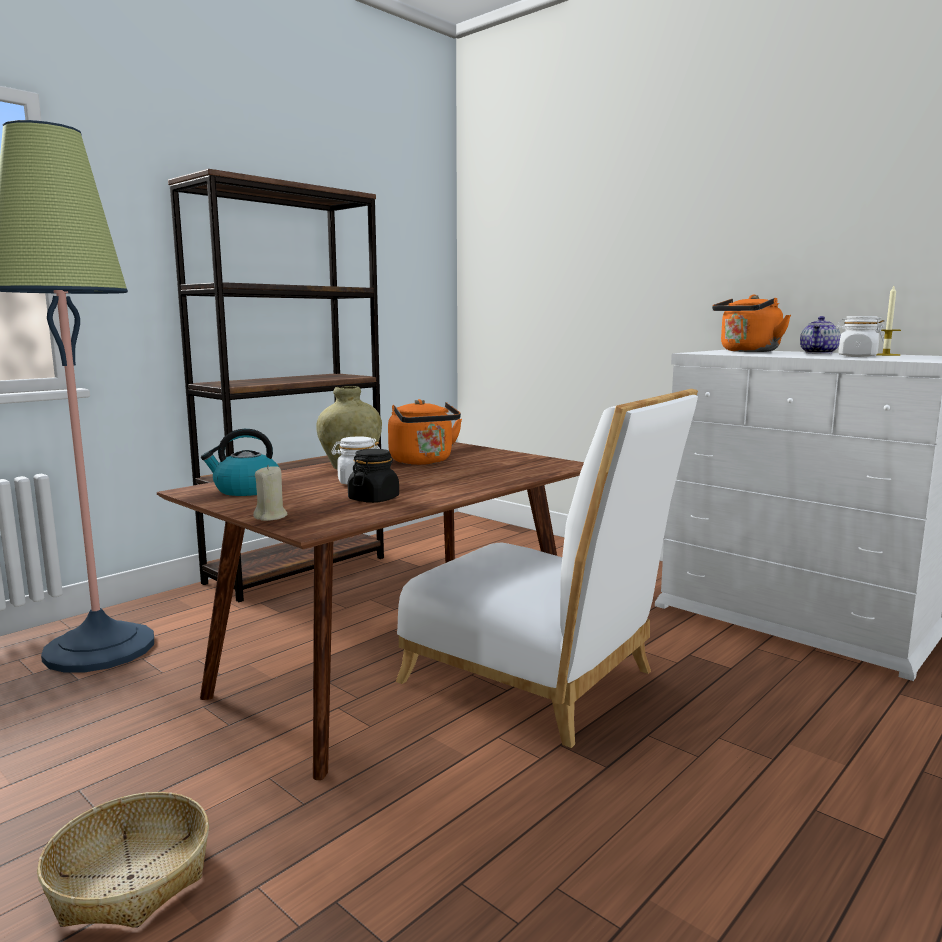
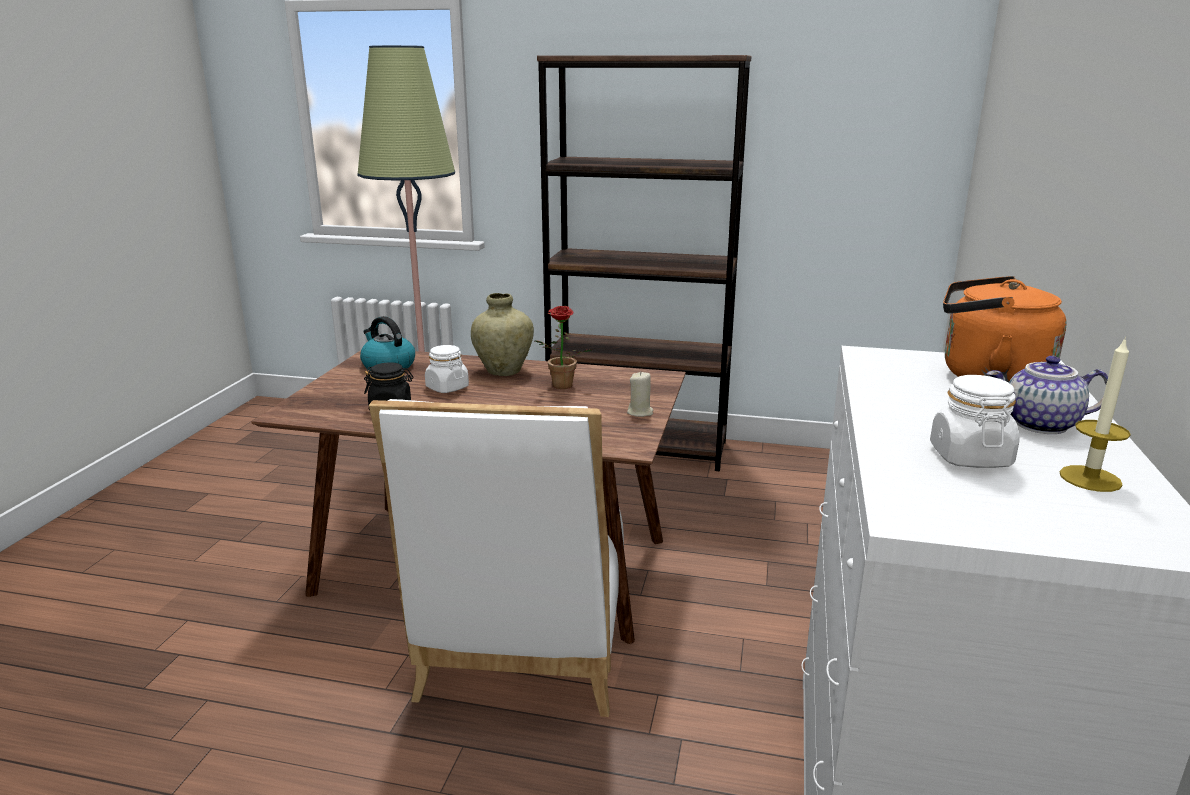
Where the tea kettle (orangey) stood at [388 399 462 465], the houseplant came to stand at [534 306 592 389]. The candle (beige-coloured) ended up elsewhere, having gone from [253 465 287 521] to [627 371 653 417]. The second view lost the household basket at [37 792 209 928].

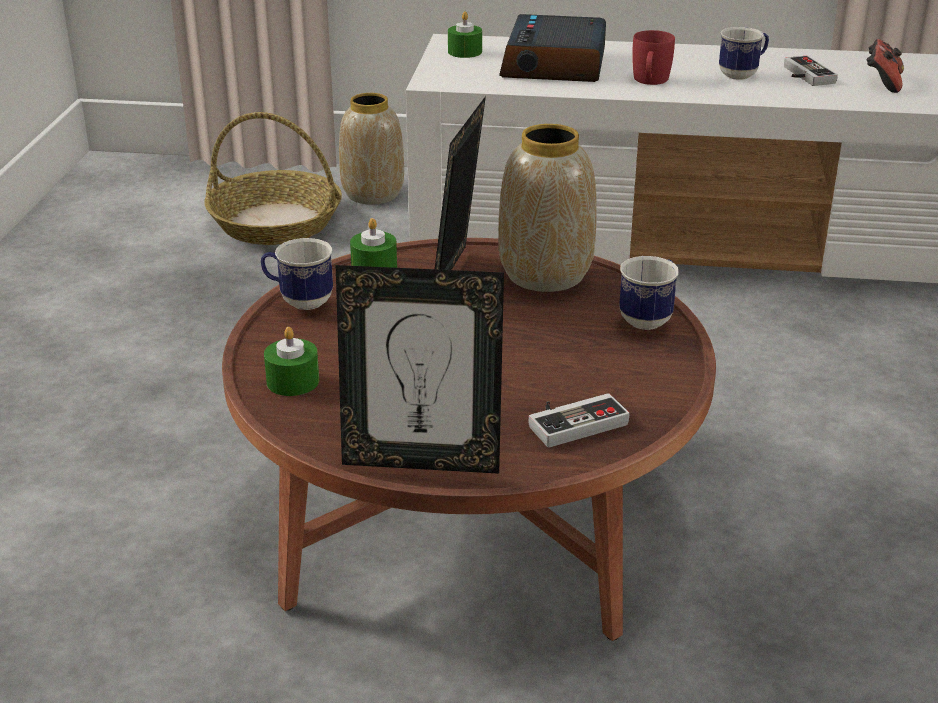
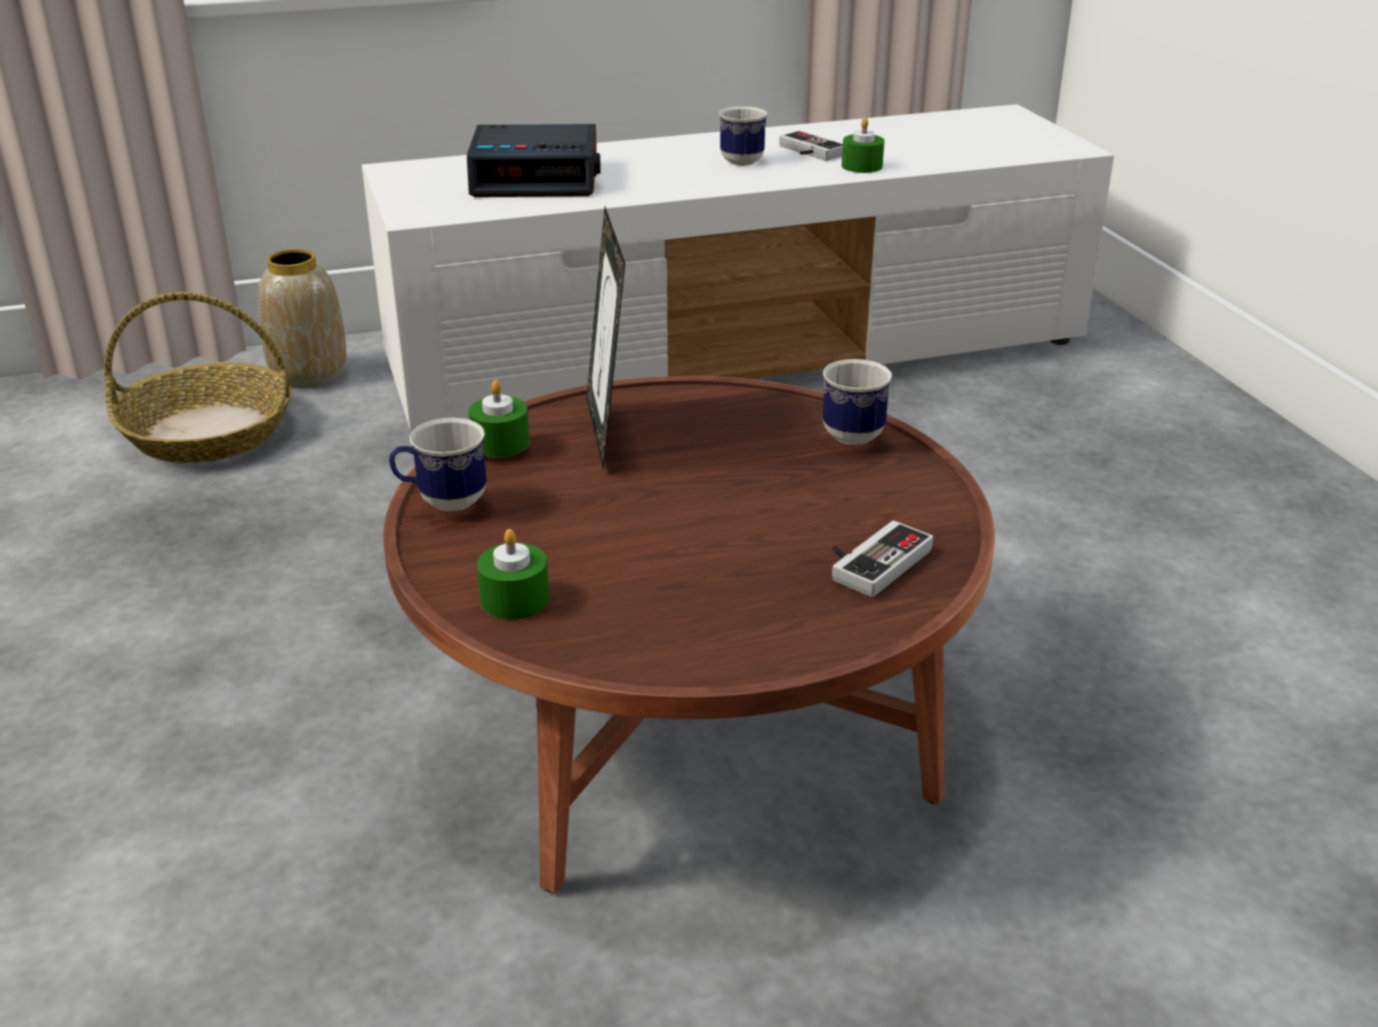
The alarm clock at [499 14 606 82] ended up facing another way, 75 degrees counterclockwise from before. The candle (green) ended up elsewhere, having gone from [448 11 482 58] to [842 117 884 173]. The second view lost the photo frame at [336 265 504 474]. The second view lost the flower vase at [498 124 597 292]. The second view lost the tea mug (red) at [632 30 675 85]. The second view lost the gamepad at [866 39 904 93].

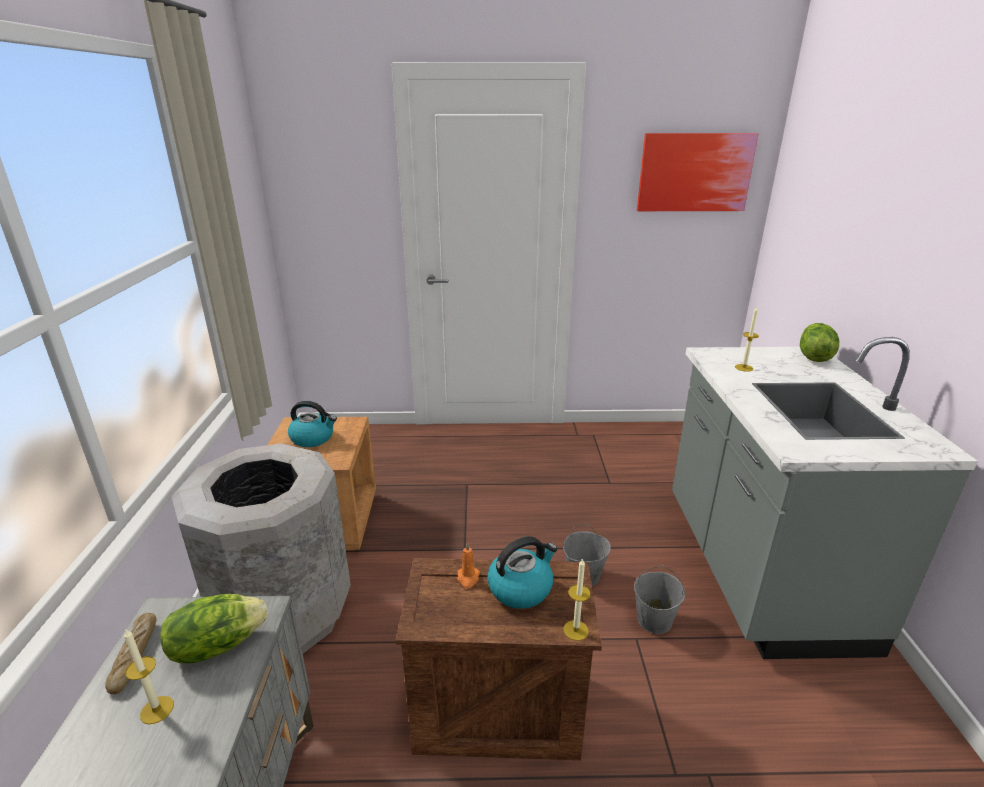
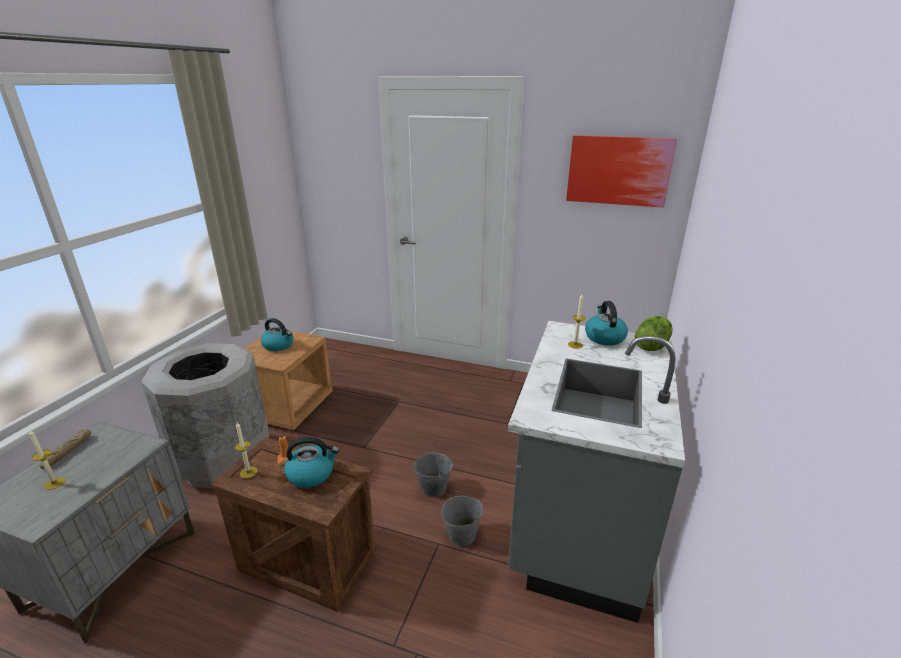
The candle ended up elsewhere, having gone from [564 558 591 641] to [235 422 258 478]. The second view gained the tea kettle at [585 301 628 346]. The second view lost the head of lettuce at [160 594 268 663].

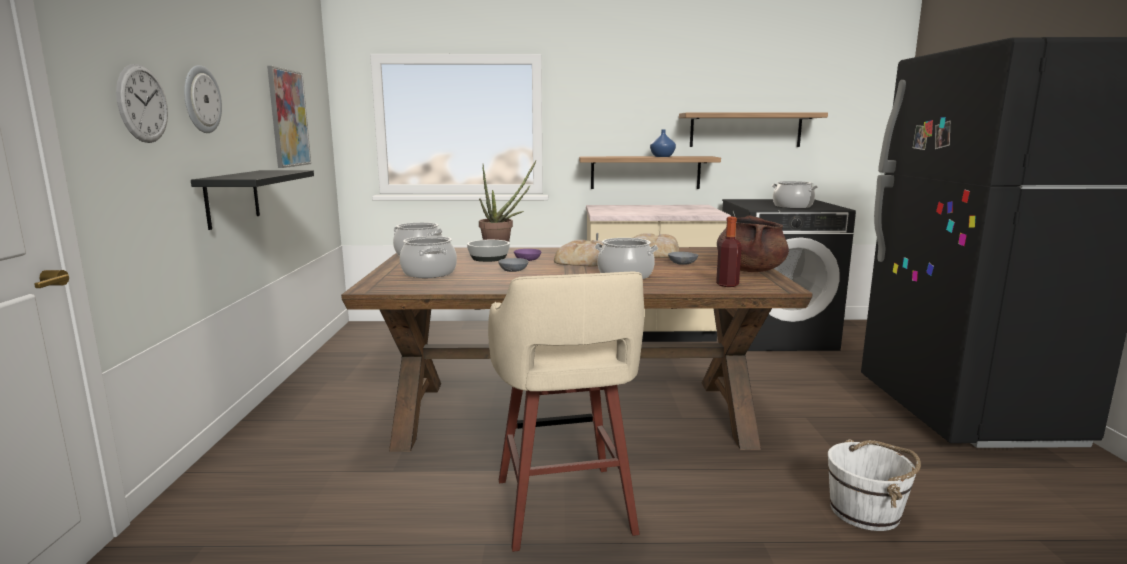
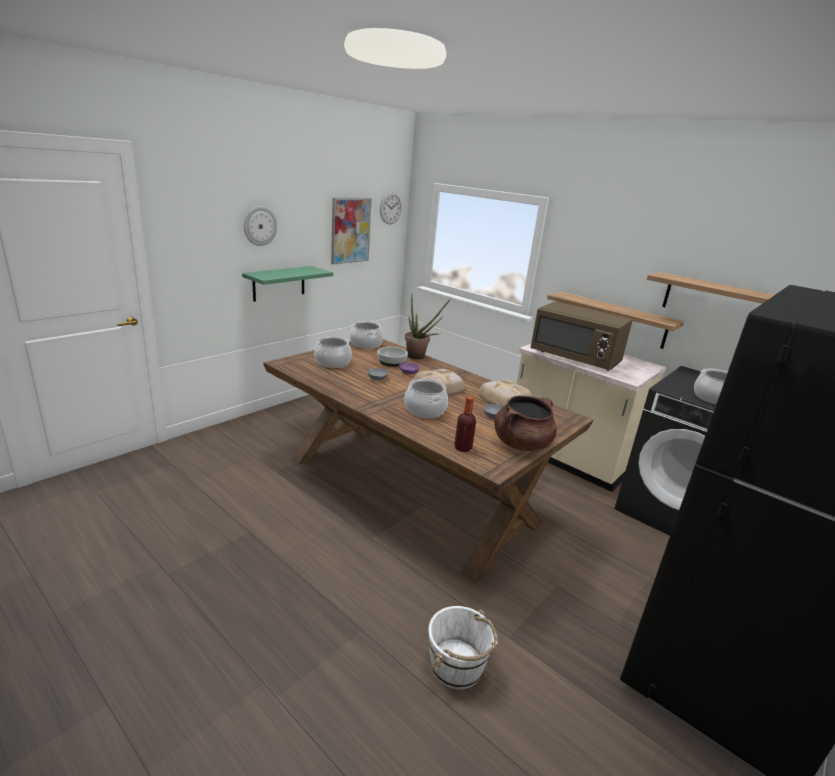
What was the shelf (black) at [191 170 314 230] turned into the shelf (green) at [242 266 333 301]. The clock on the wall ended up elsewhere, having gone from [116 64 168 143] to [380 192 402 224]. The second view gained the microwave (brown) at [530 301 633 371]. The second view lost the stool seat (beige-coloured) at [488 272 645 552]. The second view lost the flower vase (bluish) at [650 129 676 157].

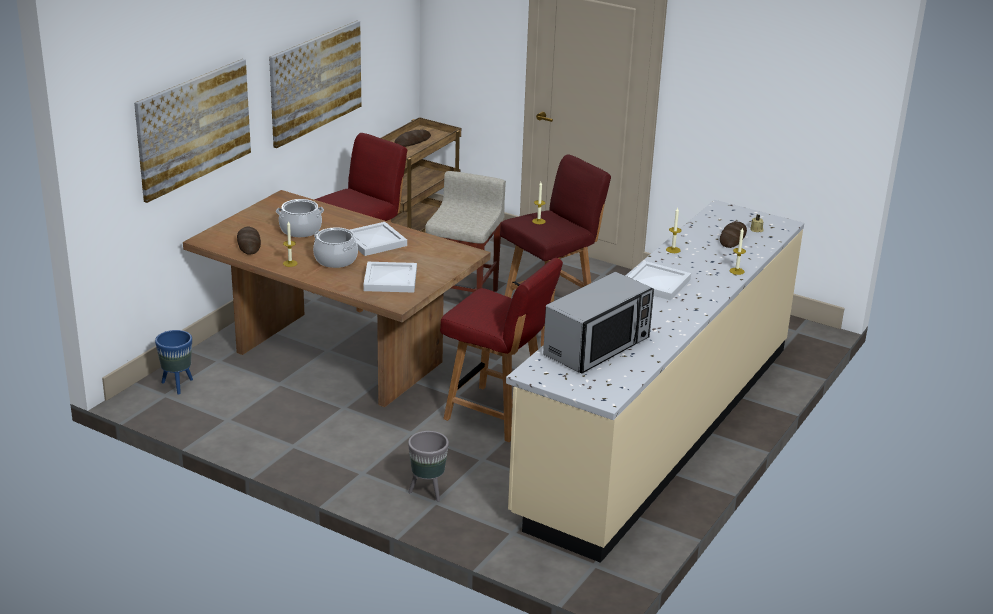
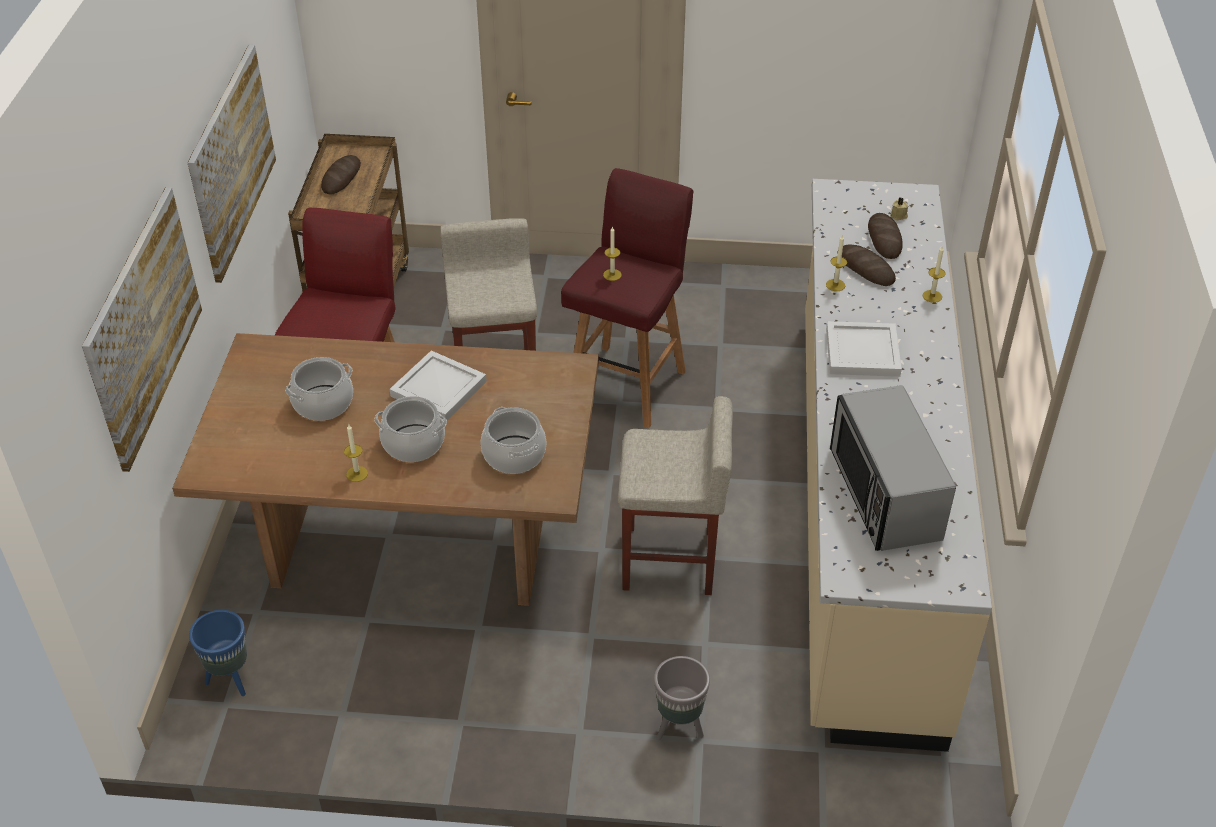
Where the tray (white-coloured) stood at [363 262 417 293], the saucepot came to stand at [480 407 546 474]. Where the plain chair (red) stood at [440 258 563 442], the stool seat (beige-coloured) came to stand at [618 396 733 595]. The microwave at [543 272 654 373] ended up facing another way, 150 degrees clockwise from before. The baked bread ended up elsewhere, having gone from [237 226 261 255] to [837 244 896 286].

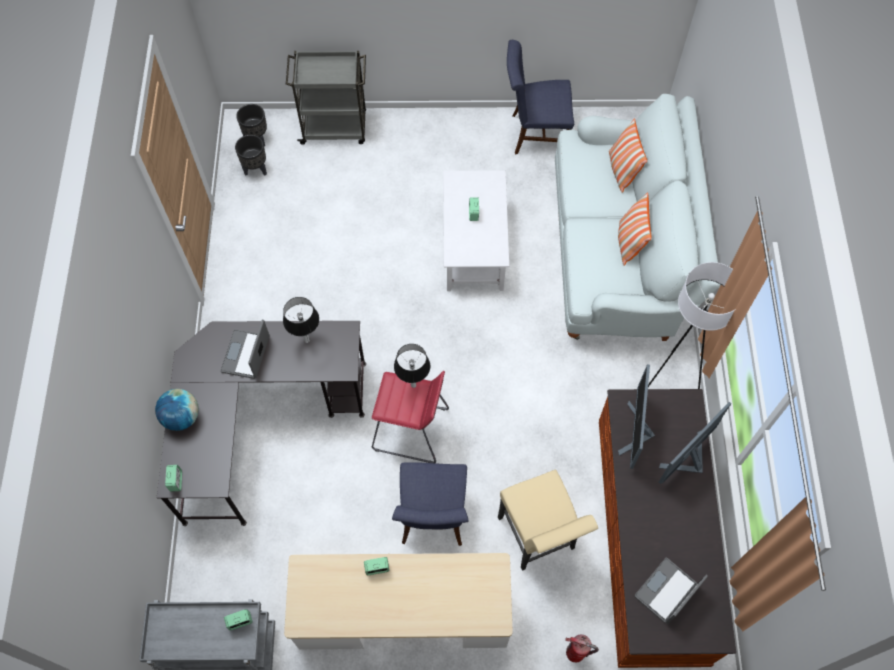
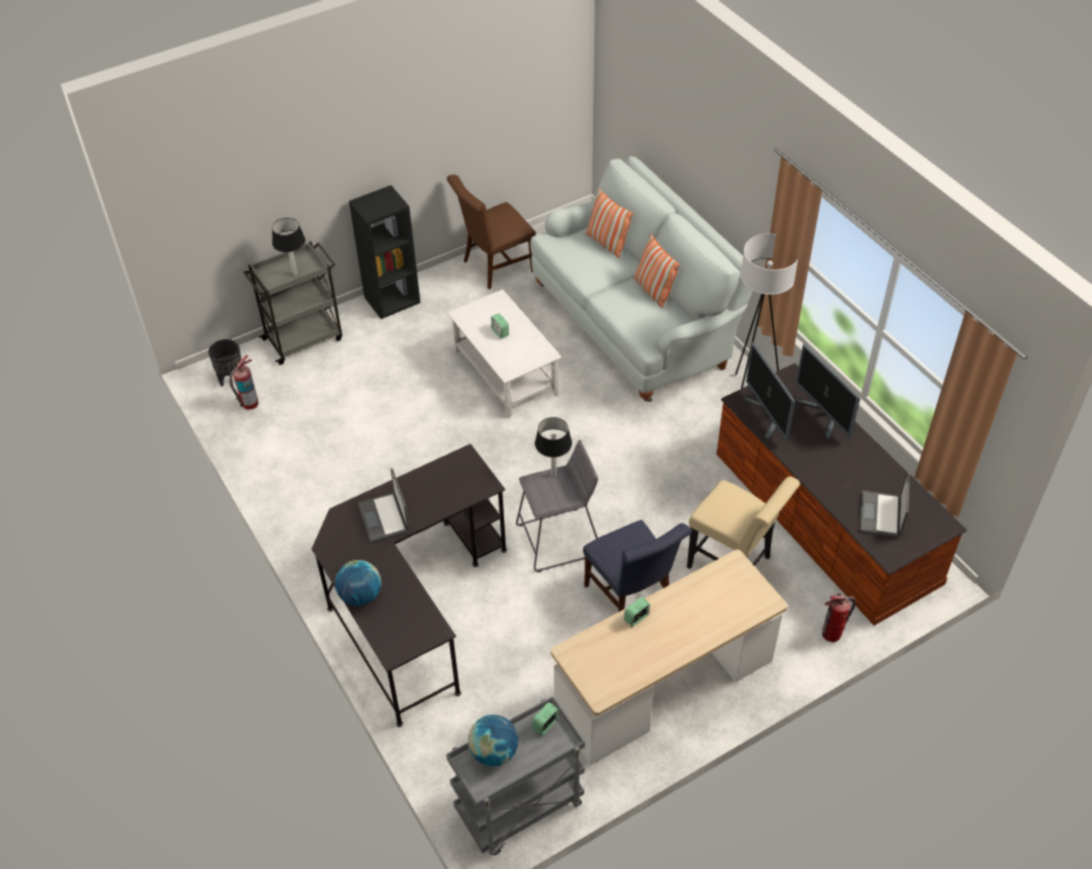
Where the flower pot (black) stood at [235 135 267 176], the fire extinguisher came to stand at [229 355 258 410]. The tabletop lamp ended up elsewhere, having gone from [283 297 319 343] to [272 218 305 276]. The second view gained the bookshelf (black) at [349 185 421 319]. What was the plain chair (bluish) at [507 40 574 155] turned into the plain chair (brown) at [447 175 536 289]. The second view gained the globe at [468 715 518 766]. What was the stool seat (red) at [372 371 449 463] turned into the stool seat (gray) at [516 440 598 572]. The computer display at [659 402 731 484] ended up facing another way, 45 degrees counterclockwise from before. The second view lost the alarm clock at [165 465 182 492].

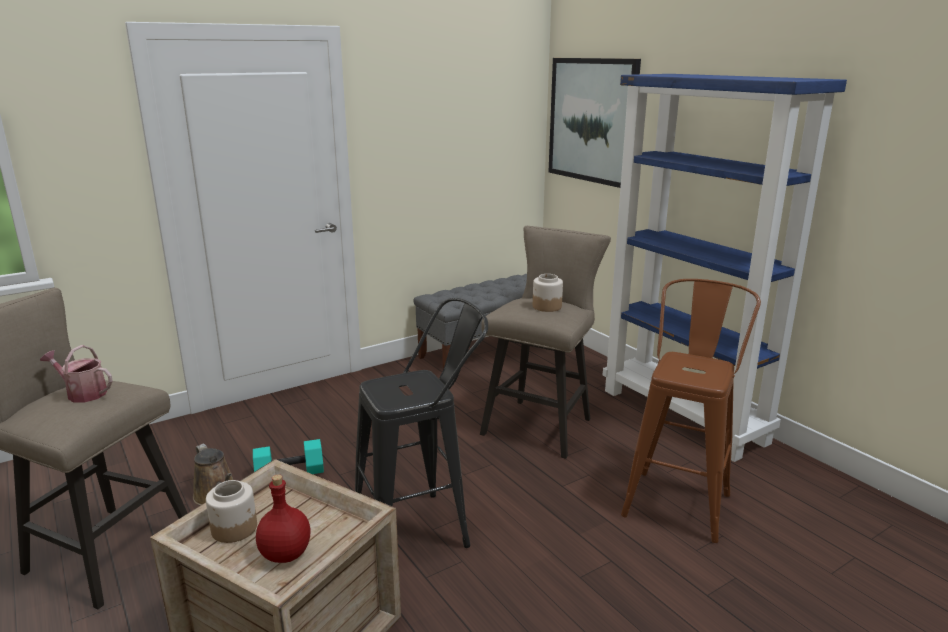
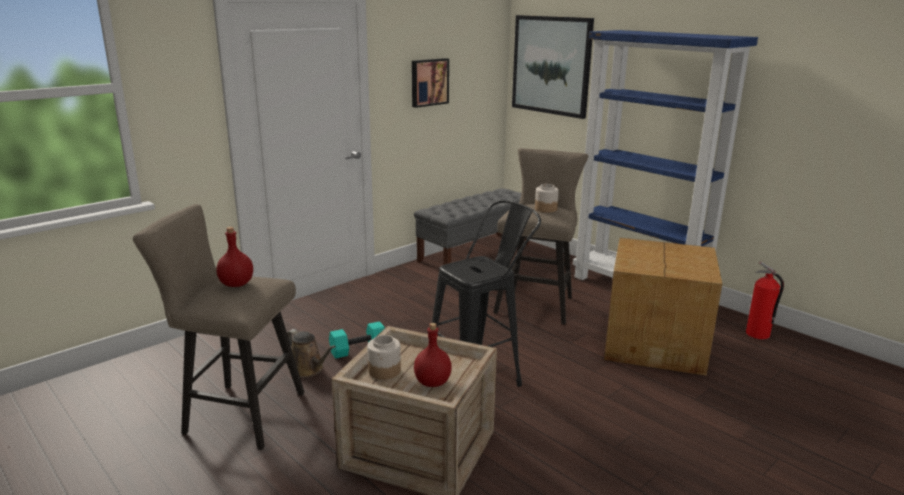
Where the sprinkling can stood at [40 345 113 402], the drink bottle (red) came to stand at [217 227 253 287]. The second view gained the picture at [412 58 449 108]. Where the stool seat (brown) stood at [621 279 761 543], the cardboard box came to stand at [604 238 722 376]. The second view gained the fire extinguisher at [746 262 784 340].

